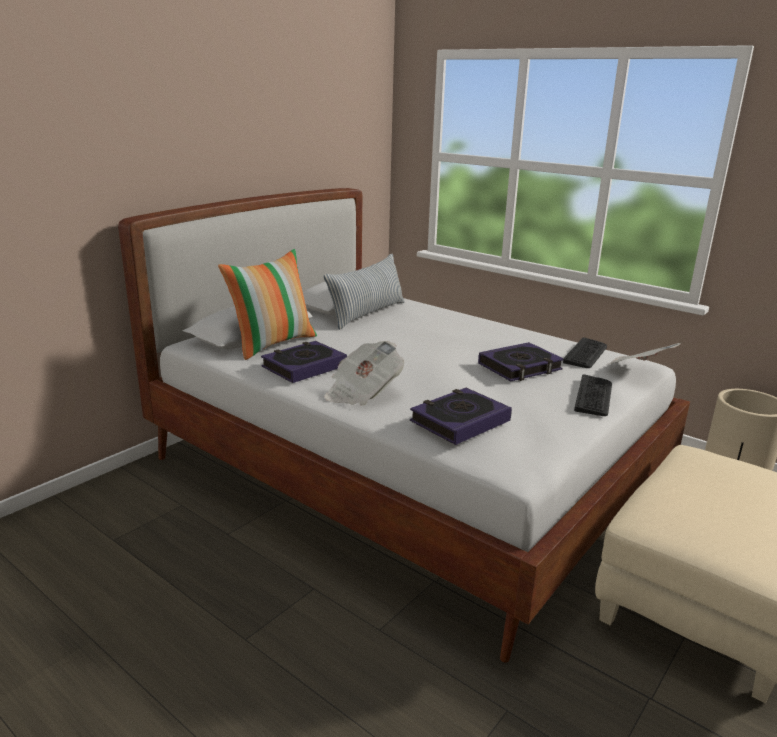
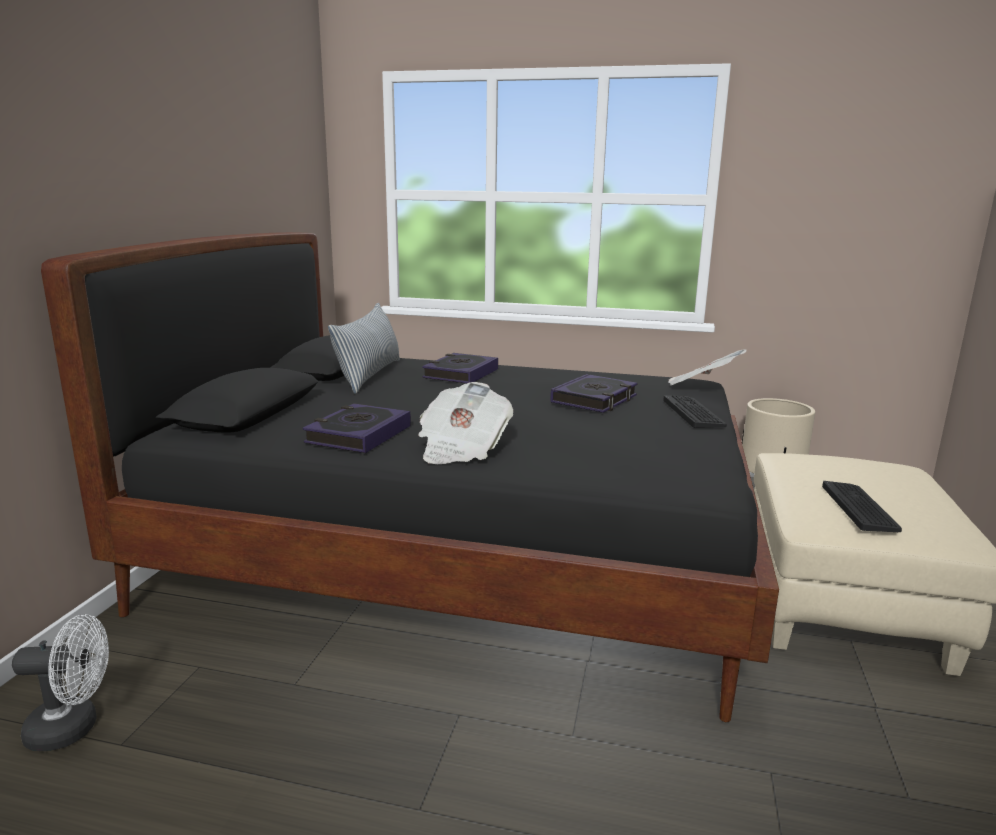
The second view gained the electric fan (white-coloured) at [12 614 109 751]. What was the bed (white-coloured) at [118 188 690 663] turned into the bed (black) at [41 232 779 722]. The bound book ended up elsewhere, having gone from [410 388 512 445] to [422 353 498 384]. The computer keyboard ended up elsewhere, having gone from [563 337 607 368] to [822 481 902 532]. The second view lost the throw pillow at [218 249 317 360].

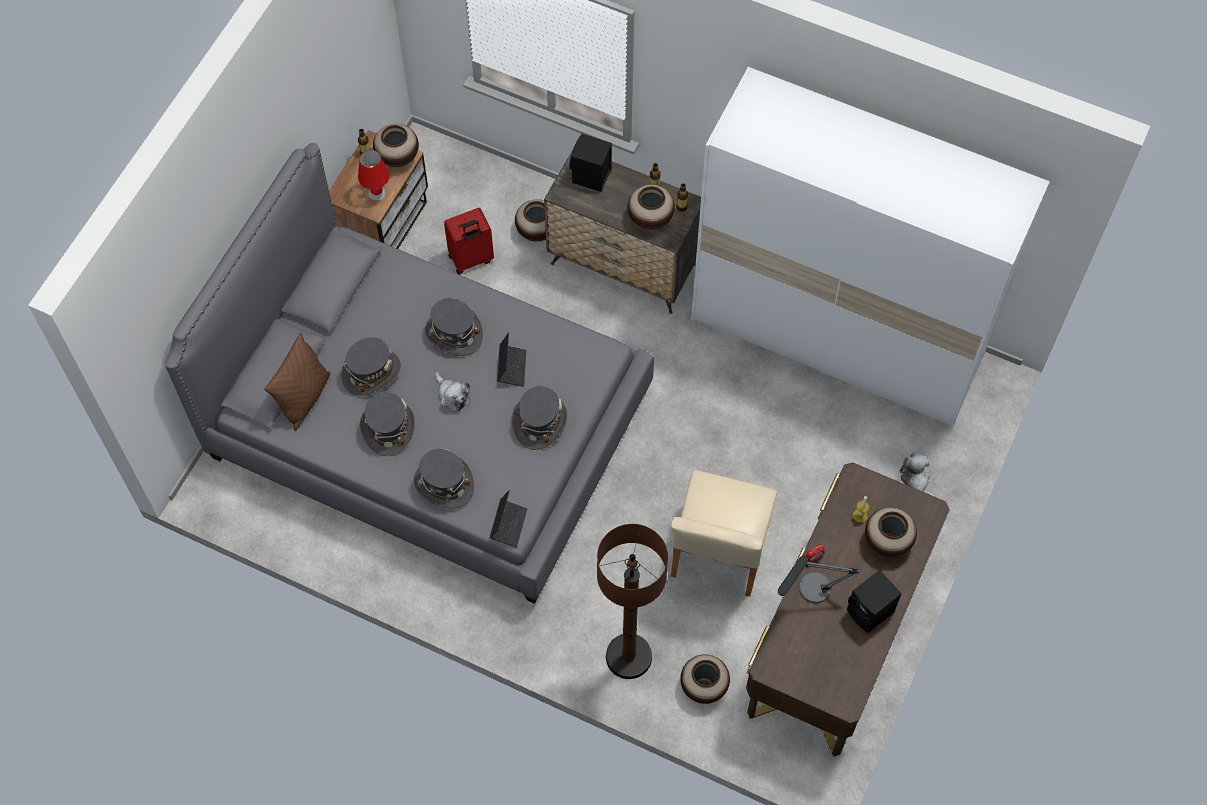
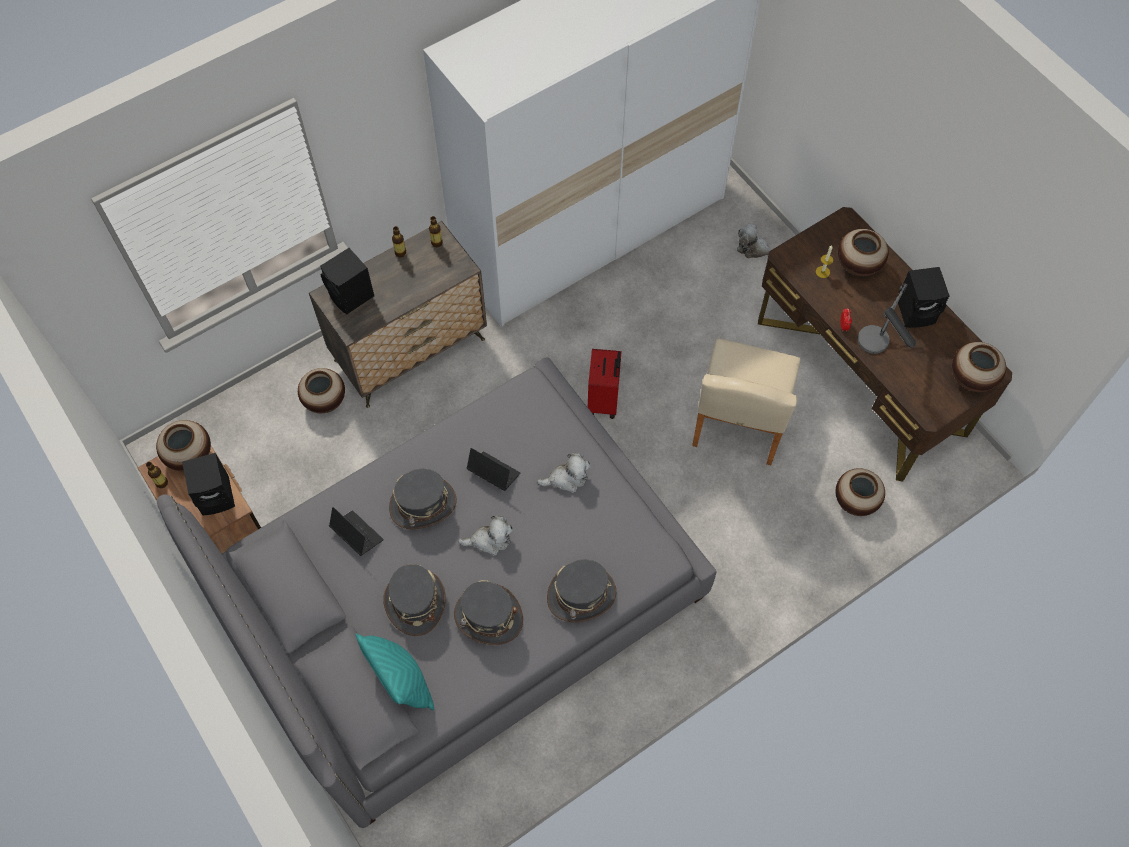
Where the tabletop lamp (red) stood at [358 150 390 201], the loudspeaker (black) came to stand at [182 453 235 515]. The notebook computer ended up elsewhere, having gone from [490 490 527 547] to [329 507 384 556]. What was the throw pillow (brown) at [264 333 330 431] turned into the throw pillow (blue-green) at [356 633 434 710]. Where the hat (gray) stood at [512 386 568 450], the soft toy came to stand at [537 453 591 493]. The travel case (red) ended up elsewhere, having gone from [444 208 494 275] to [588 349 622 419]. The plain chair (beige-coloured) at [671 470 778 597] ended up facing another way, 60 degrees clockwise from before. The flower vase ended up elsewhere, having gone from [628 184 675 230] to [952 342 1006 392]. The second view lost the floor lamp (brown) at [597 524 668 679].

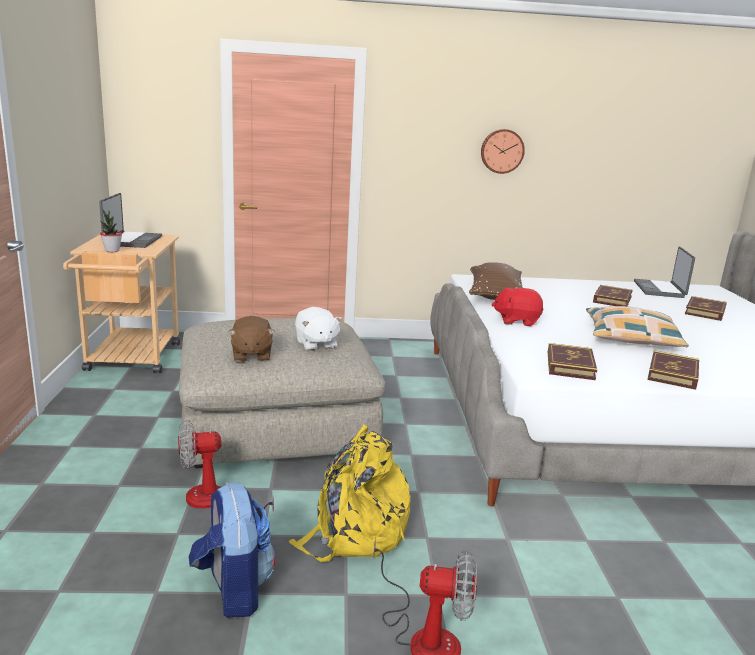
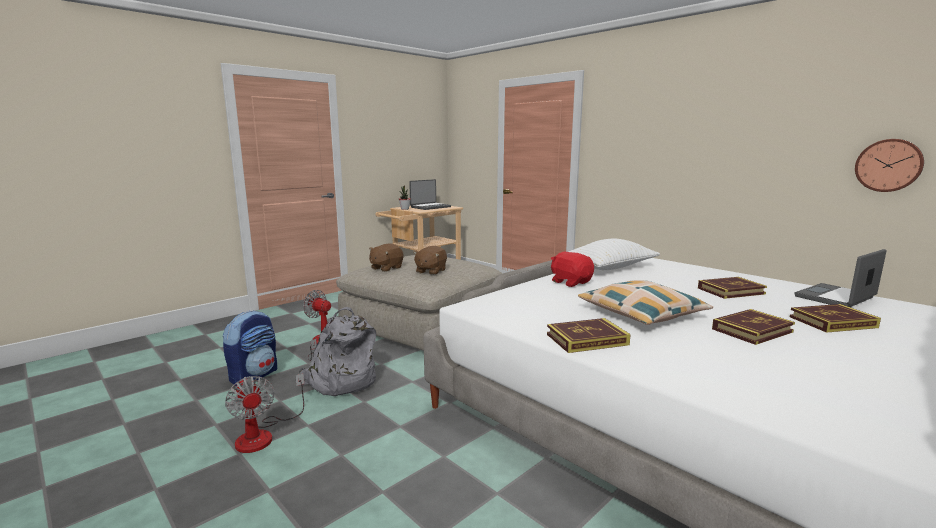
What was the backpack (yellow-coloured) at [288 424 411 562] turned into the backpack (gray) at [299 307 376 396]. What was the soft toy (white-coloured) at [295 307 342 351] turned into the soft toy (brown) at [413 246 447 275]. What was the throw pillow (brown) at [469 262 523 300] turned into the throw pillow (white-coloured) at [568 239 660 270]. The bound book ended up elsewhere, having gone from [548 343 597 380] to [712 309 795 345]. The clock on the wall ended up elsewhere, having gone from [481 129 525 174] to [855 139 924 192].

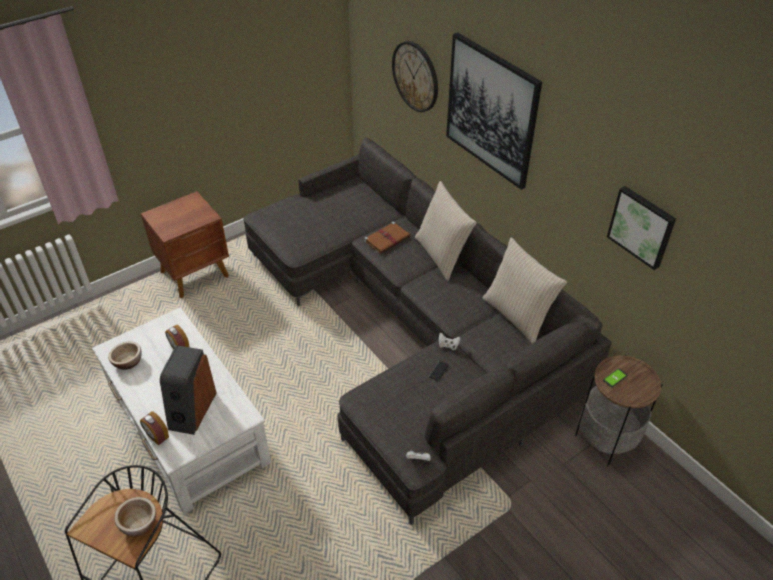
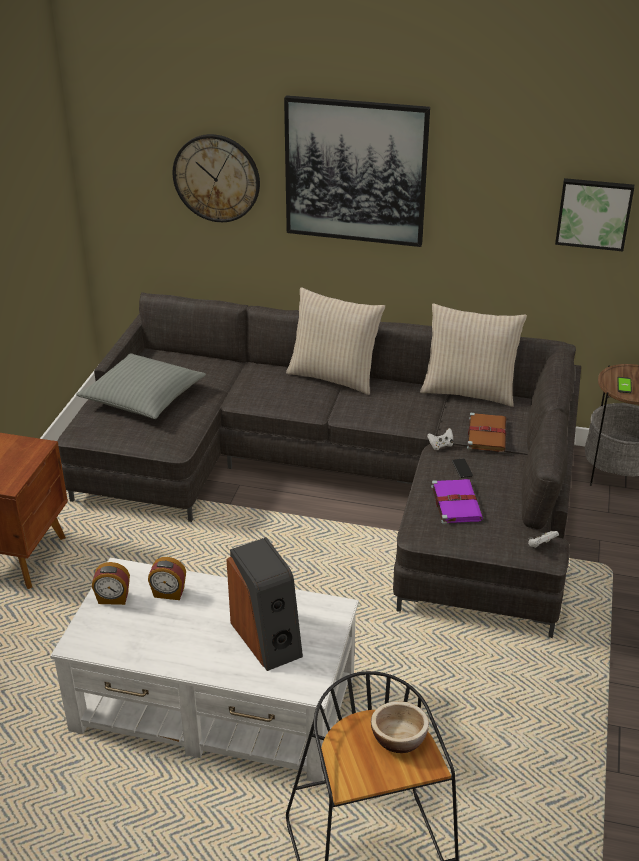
The second view gained the throw pillow (gray) at [76 353 206 419]. The alarm clock ended up elsewhere, having gone from [140 411 169 446] to [92 562 130 605]. The second view gained the bound book (purple) at [431 479 483 524]. The bound book (brown) ended up elsewhere, having gone from [364 222 411 254] to [467 413 506 452]. The second view lost the serving bowl at [108 342 142 370].

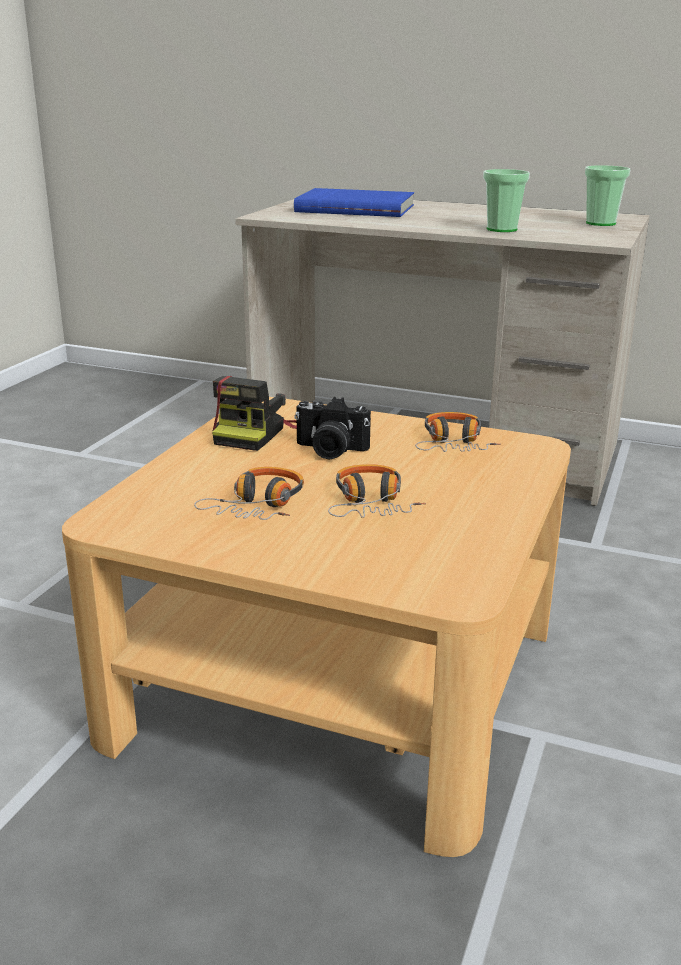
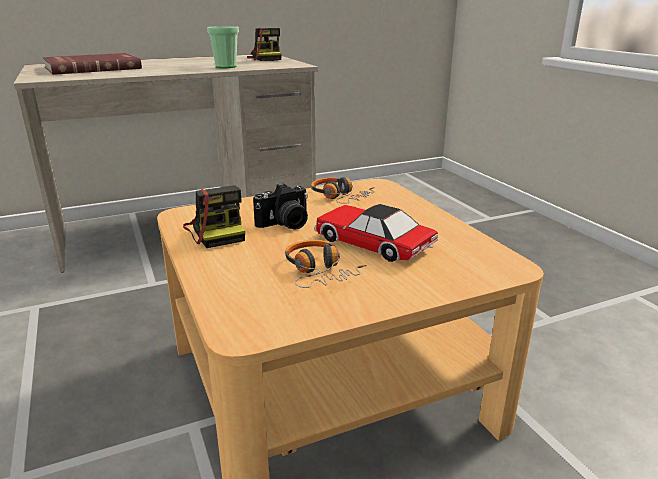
What was the bound book (bluish) at [294 188 414 217] turned into the bound book (red) at [43 53 142 75]. Where the small cup stood at [585 165 630 226], the still camera came to stand at [247 28 282 61]. Where the headset stood at [328 464 426 518], the toy car came to stand at [314 204 438 262].

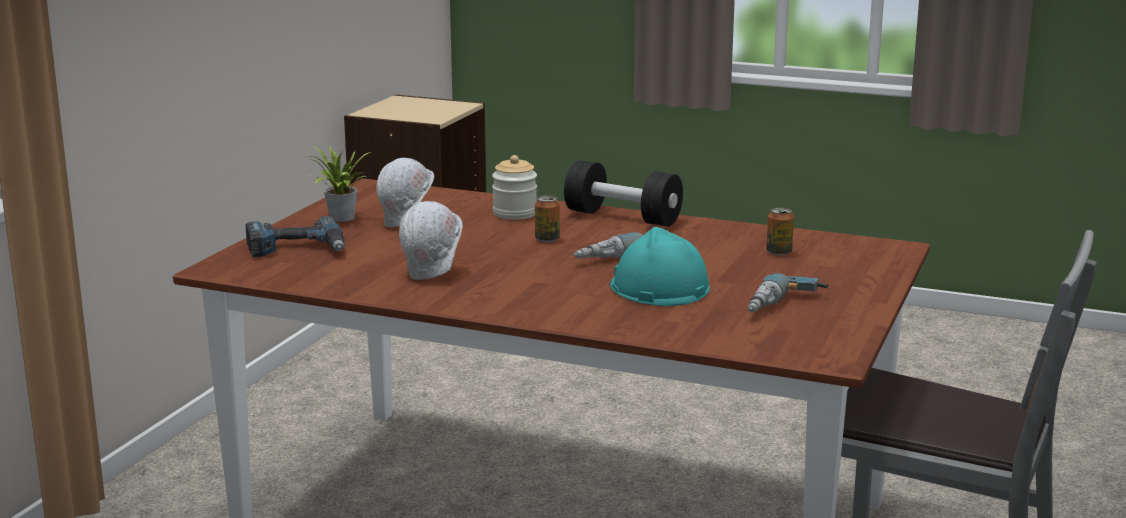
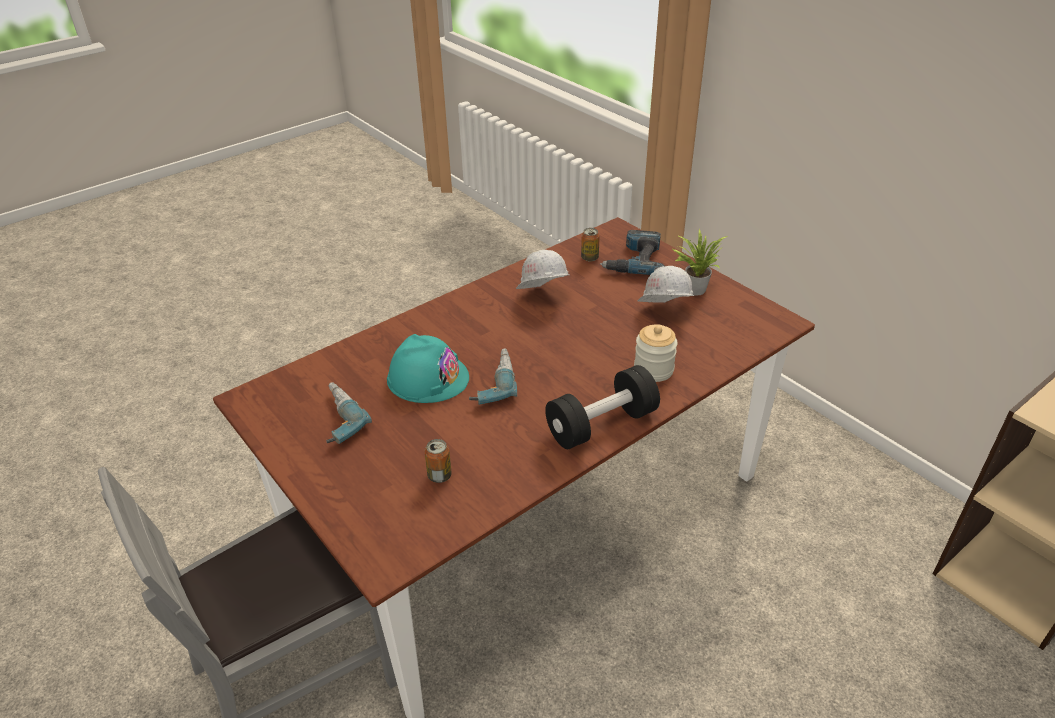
The metal can ended up elsewhere, having gone from [535 195 560 242] to [581 228 600 262].

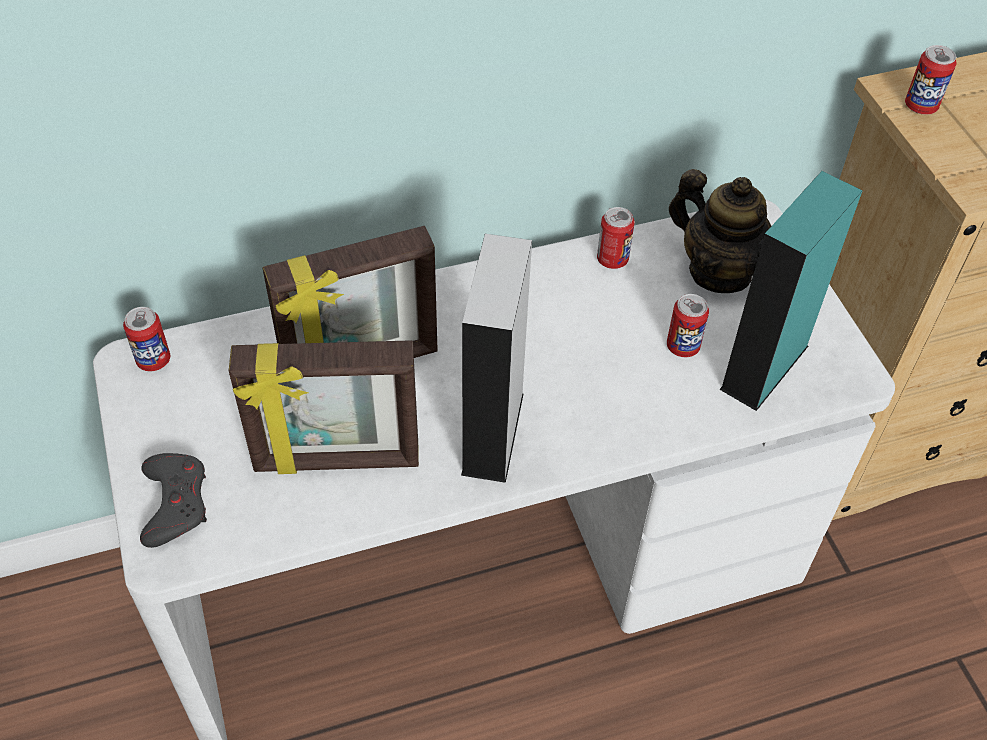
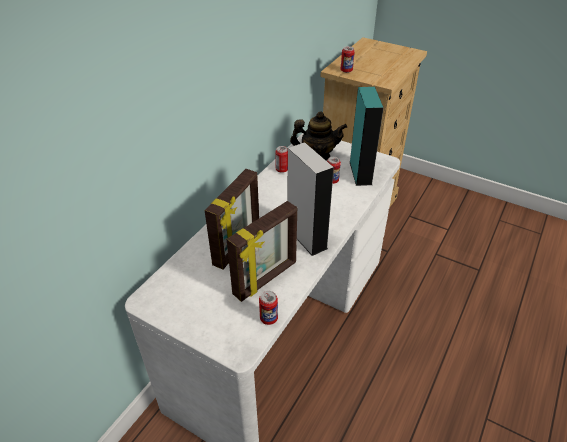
The metal can ended up elsewhere, having gone from [123 307 170 371] to [259 291 278 325]. The second view lost the gamepad (gray) at [140 453 207 548].

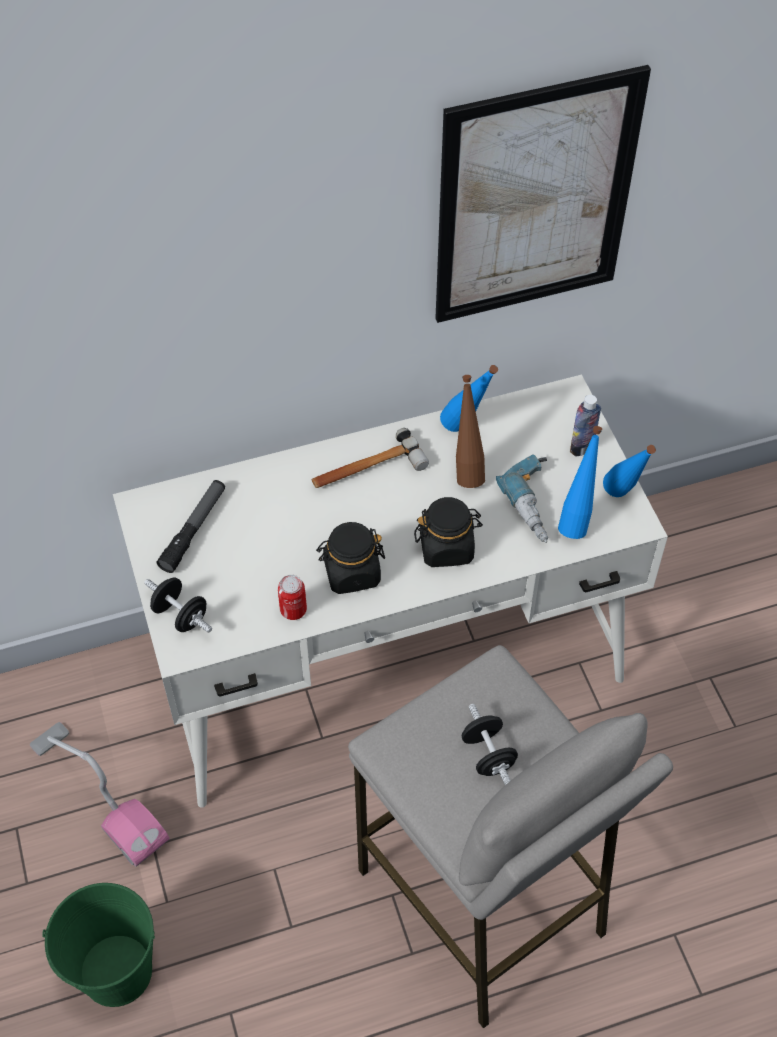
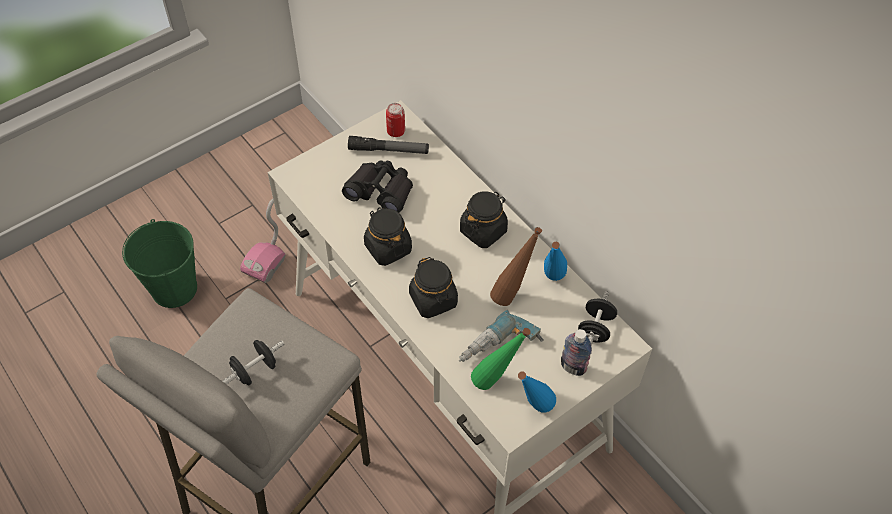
The second view gained the field glasses (black) at [342 161 413 213]. The metal can ended up elsewhere, having gone from [278 575 307 620] to [386 103 405 137]. Where the hammer stood at [311 428 429 488], the preserve jar (black) came to stand at [460 191 508 248]. What was the drink bottle (bluish) at [558 426 602 539] turned into the drink bottle (green) at [471 328 531 390]. The hand weight (black) ended up elsewhere, having gone from [144 578 212 632] to [578 291 617 346]. The second view lost the picture at [435 65 651 323].

